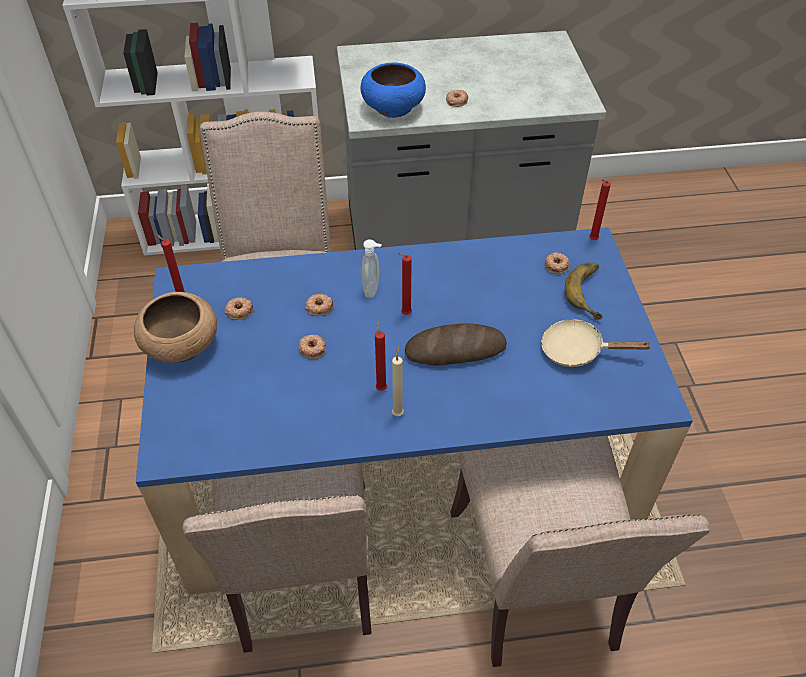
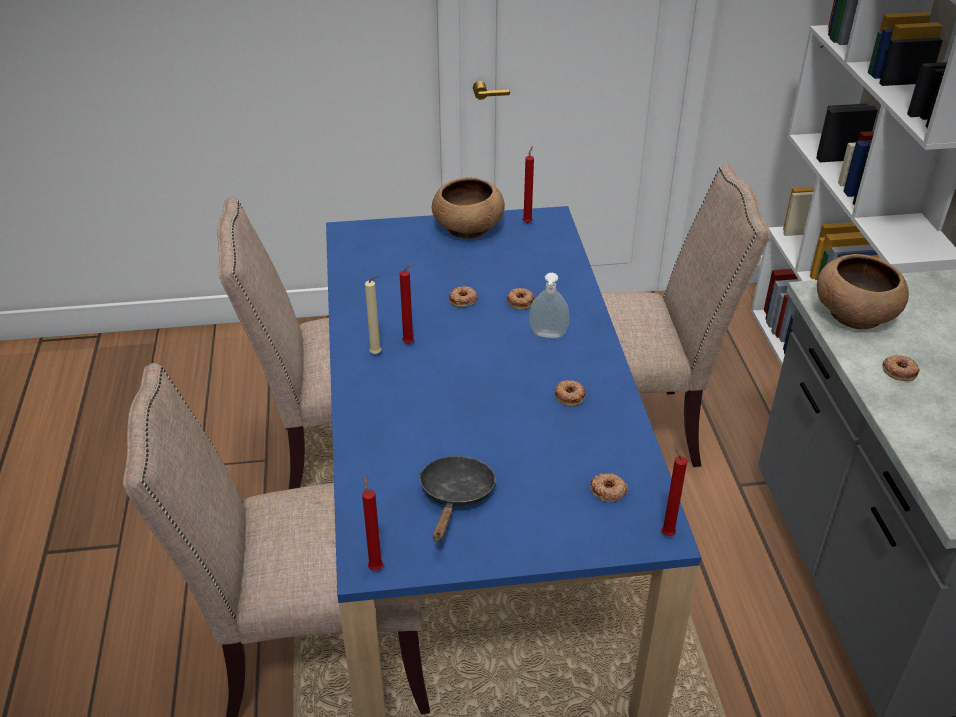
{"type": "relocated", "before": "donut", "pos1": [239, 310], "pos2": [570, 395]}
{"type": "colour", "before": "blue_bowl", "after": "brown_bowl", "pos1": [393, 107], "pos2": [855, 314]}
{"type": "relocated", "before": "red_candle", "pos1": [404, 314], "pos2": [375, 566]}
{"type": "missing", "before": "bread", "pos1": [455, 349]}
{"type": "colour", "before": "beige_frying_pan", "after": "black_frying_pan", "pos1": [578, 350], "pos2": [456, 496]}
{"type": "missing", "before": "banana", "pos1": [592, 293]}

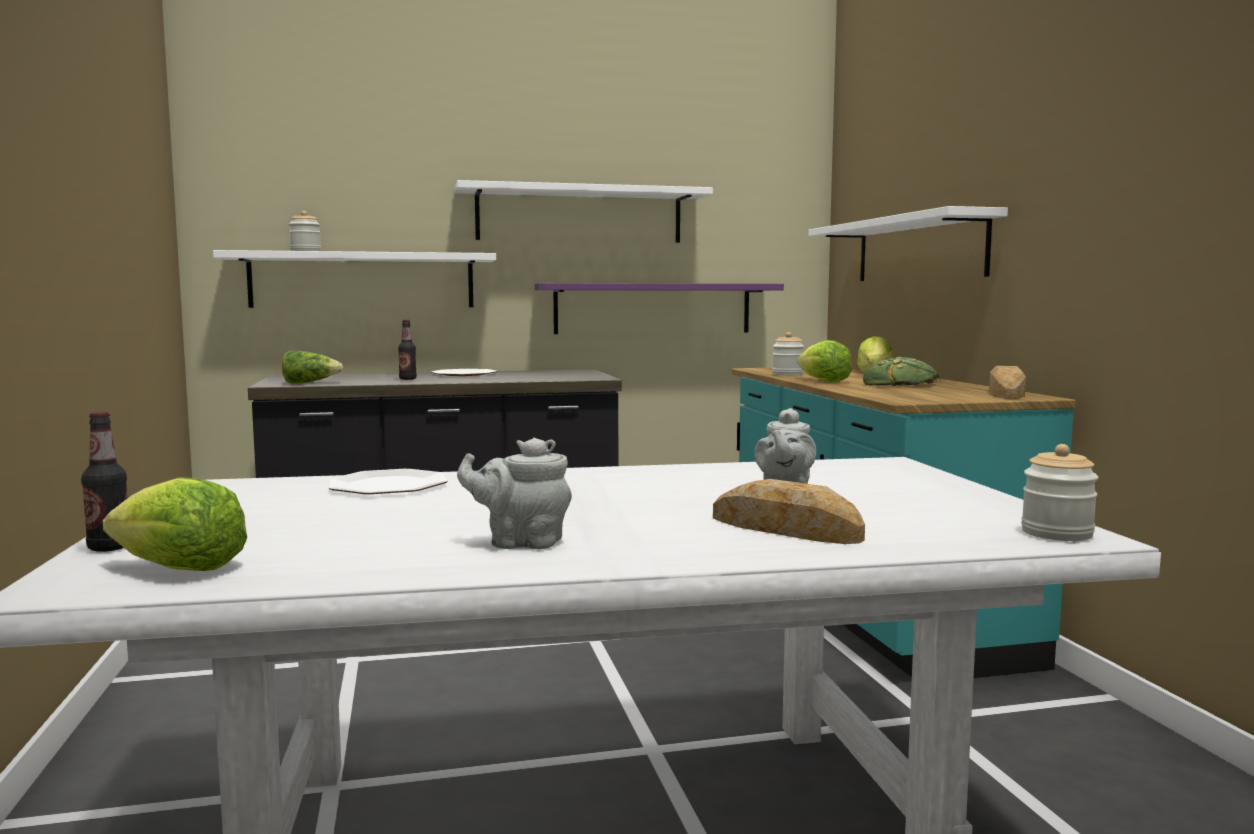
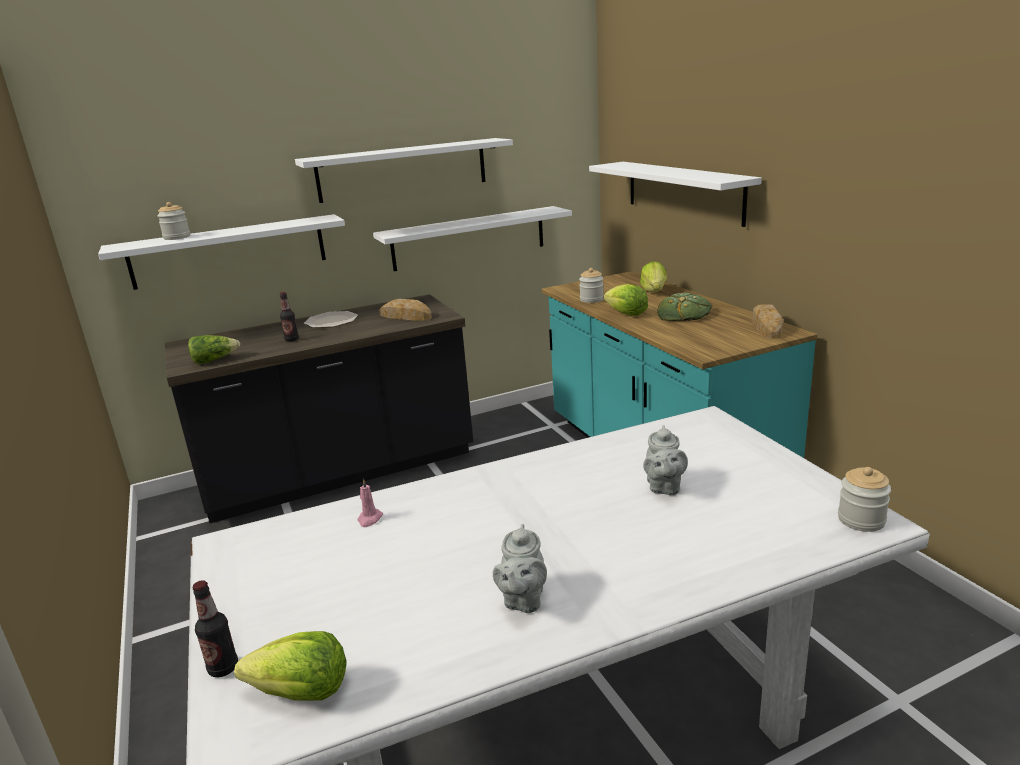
{"type": "exchanged", "before": "plate", "after": "pink_candle", "pos1": [387, 485], "pos2": [369, 519]}
{"type": "spun", "before": "grey_teapot", "pos1": [521, 542], "pos2": [522, 600], "turn": -75}
{"type": "colour", "before": "purple_shelf", "after": "white_shelf", "pos1": [653, 308], "pos2": [469, 238]}
{"type": "relocated", "before": "bread", "pos1": [786, 528], "pos2": [405, 316]}

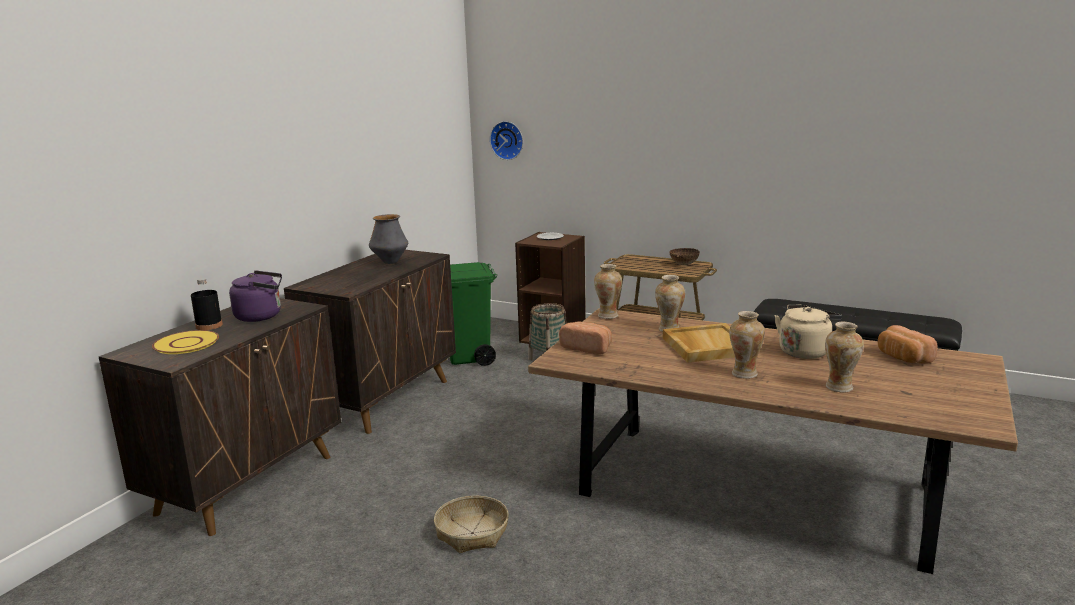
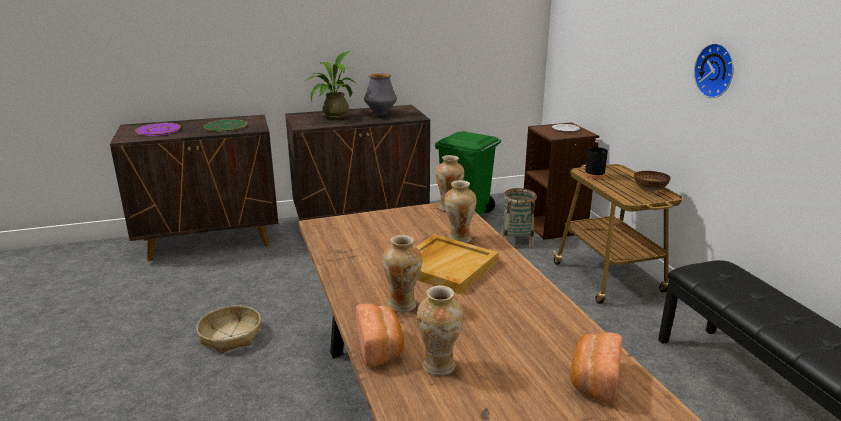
{"type": "colour", "before": "yellow_plate", "after": "purple_plate", "pos1": [187, 343], "pos2": [159, 130]}
{"type": "relocated", "before": "black_bottle", "pos1": [209, 326], "pos2": [594, 175]}
{"type": "exchanged", "before": "purple_kettle", "after": "green_plate", "pos1": [261, 316], "pos2": [226, 126]}
{"type": "relocated", "before": "wall_clock", "pos1": [507, 140], "pos2": [716, 70]}
{"type": "relocated", "before": "bread", "pos1": [587, 348], "pos2": [380, 347]}
{"type": "missing", "before": "beige_kettle", "pos1": [805, 351]}
{"type": "appeared", "after": "potted_plant", "pos2": [332, 116]}

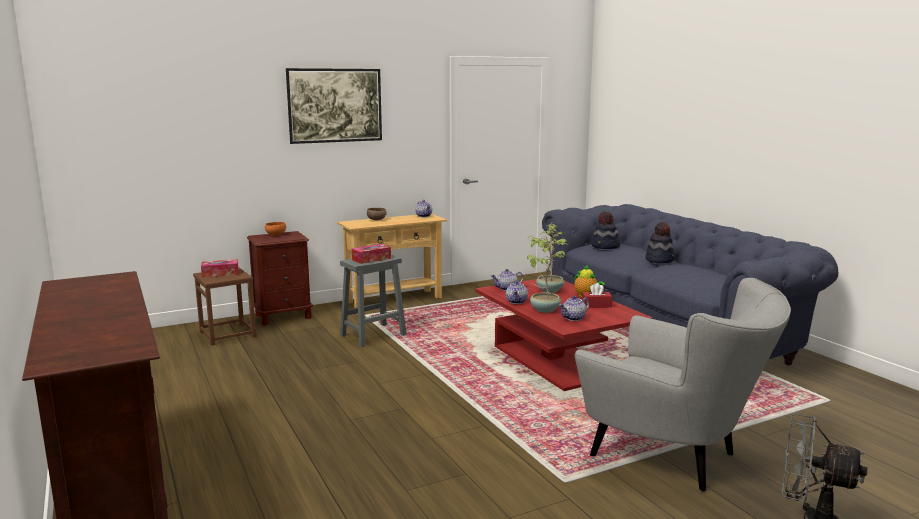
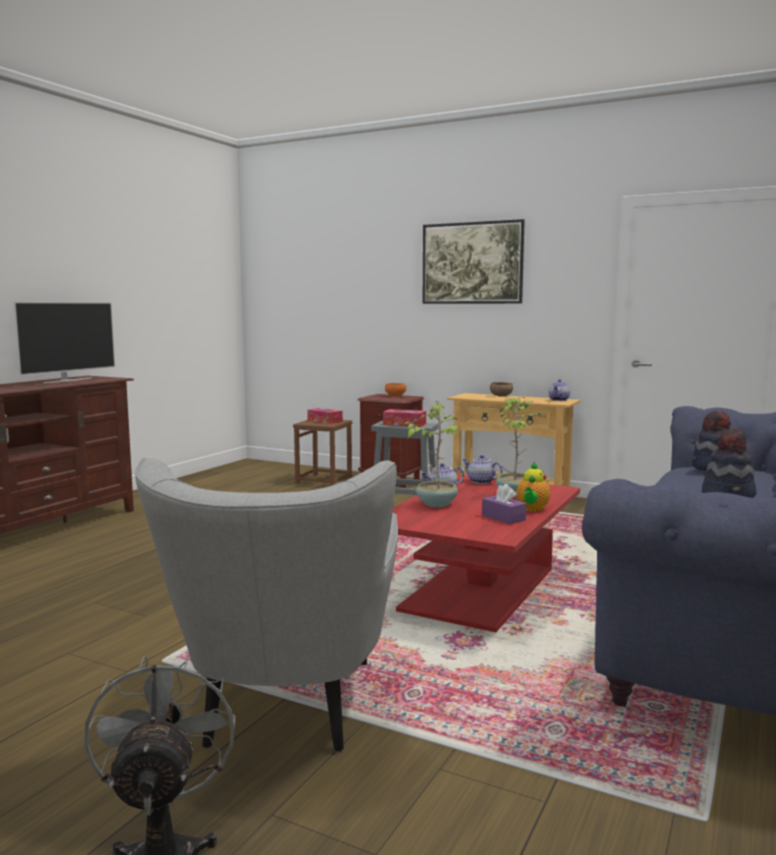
{"type": "missing", "before": "teapot", "pos1": [573, 318]}
{"type": "colour", "before": "red_tissue_box", "after": "purple_tissue_box", "pos1": [596, 305], "pos2": [503, 518]}
{"type": "appeared", "after": "television", "pos2": [67, 380]}

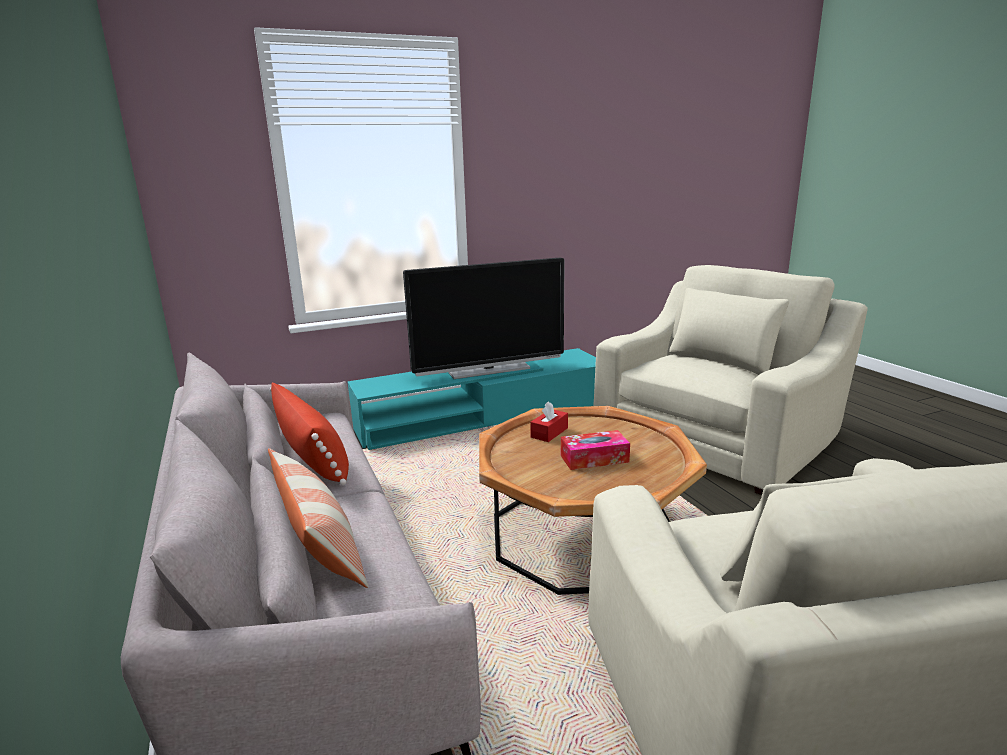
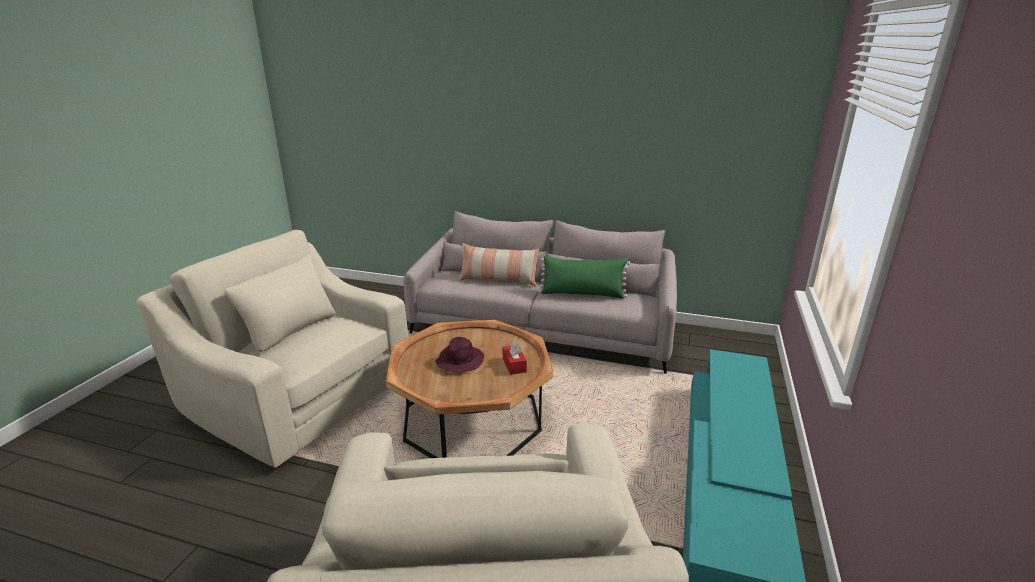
{"type": "colour", "before": "red_pillow", "after": "green_pillow", "pos1": [313, 458], "pos2": [582, 294]}
{"type": "missing", "before": "television", "pos1": [488, 370]}
{"type": "exchanged", "before": "tissue_box", "after": "purple_hat", "pos1": [594, 458], "pos2": [460, 361]}

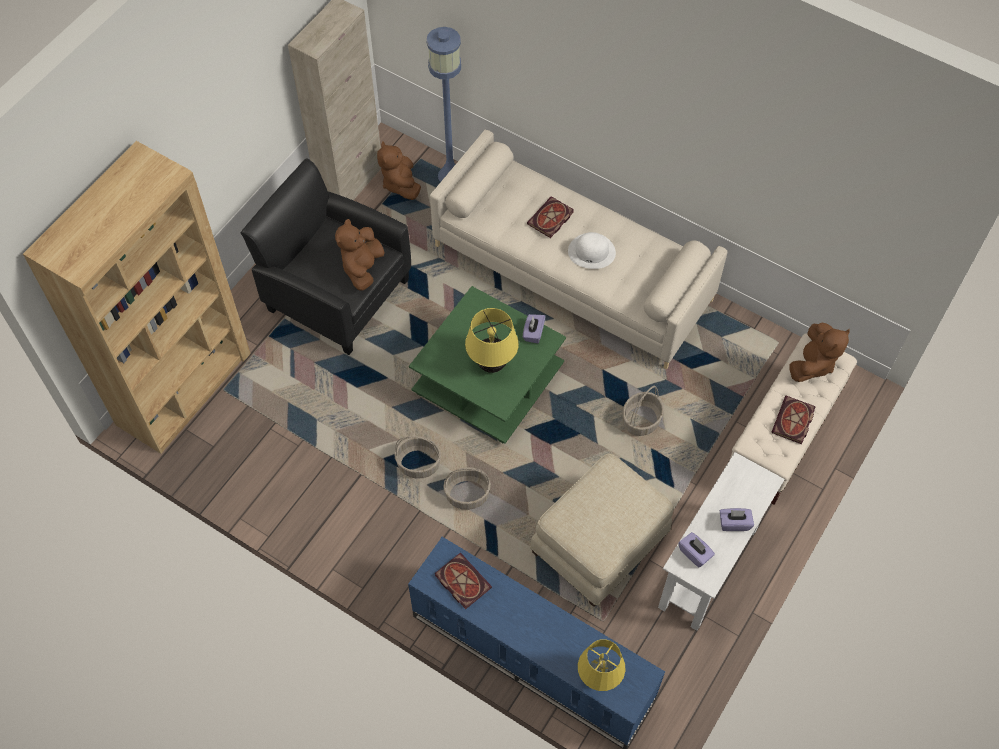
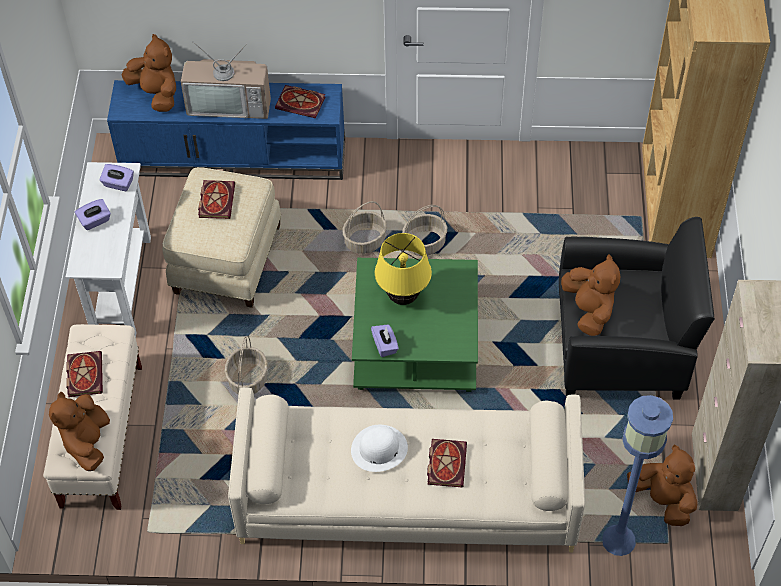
{"type": "exchanged", "before": "yellow_table_lamp", "after": "brown_plush_toy", "pos1": [598, 677], "pos2": [156, 94]}
{"type": "appeared", "after": "television", "pos2": [230, 102]}
{"type": "appeared", "after": "book", "pos2": [216, 200]}

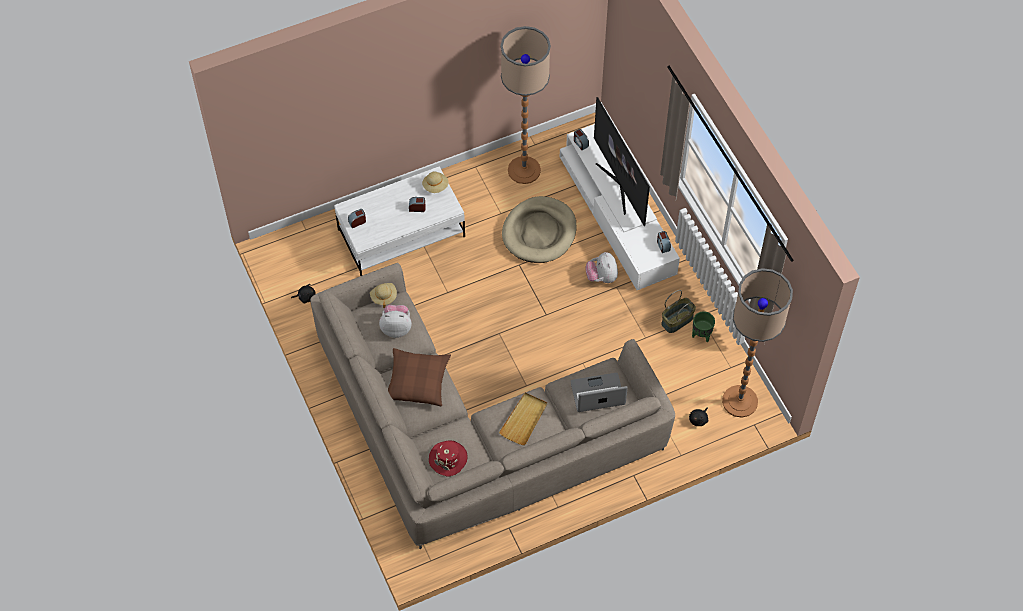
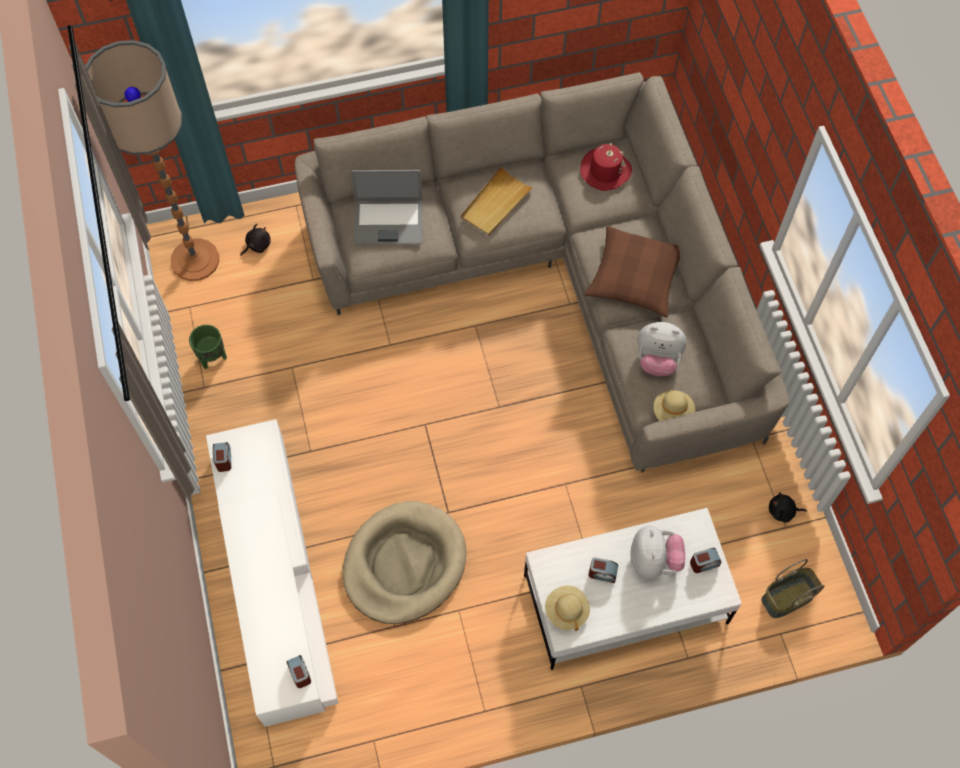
{"type": "missing", "before": "floor_lamp", "pos1": [524, 170]}
{"type": "relocated", "before": "plush_toy", "pos1": [601, 277], "pos2": [654, 560]}
{"type": "missing", "before": "television", "pos1": [620, 185]}
{"type": "relocated", "before": "basket", "pos1": [677, 320], "pos2": [787, 598]}

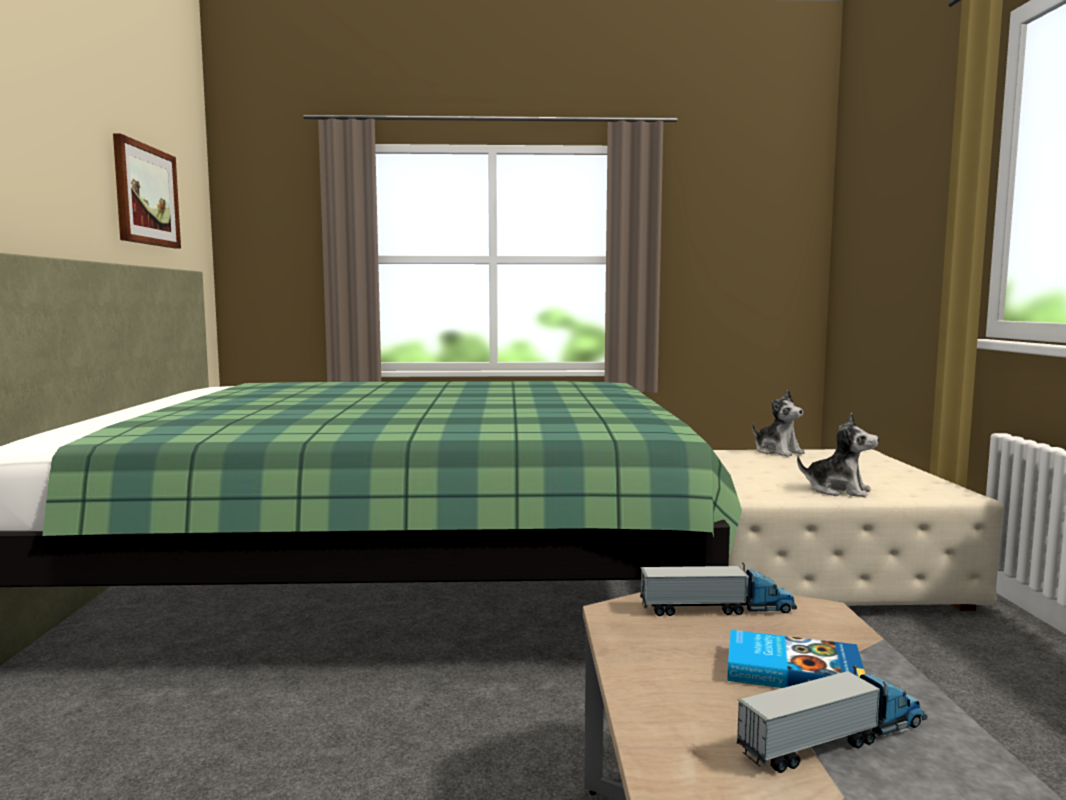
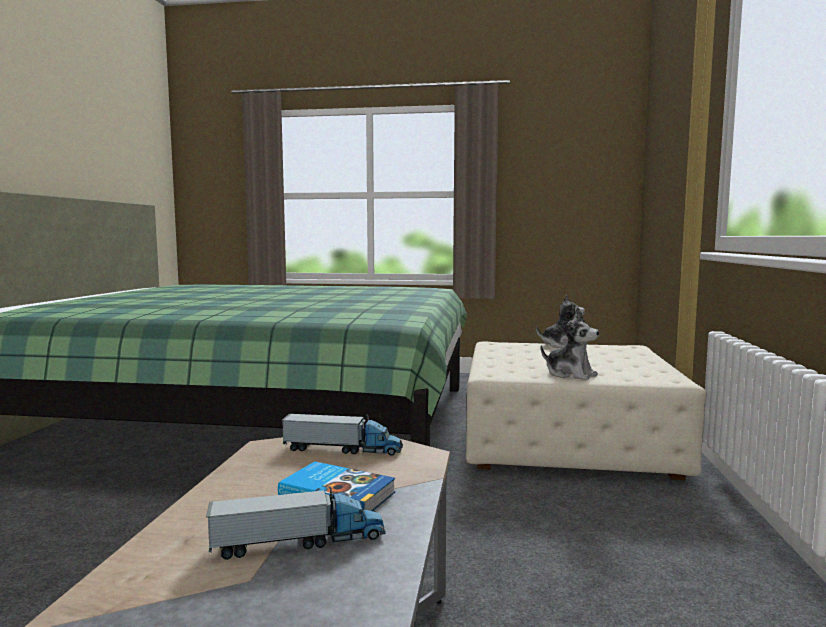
{"type": "missing", "before": "picture", "pos1": [146, 195]}
{"type": "spun", "before": "plush_toy", "pos1": [777, 452], "pos2": [560, 345], "turn": -75}

